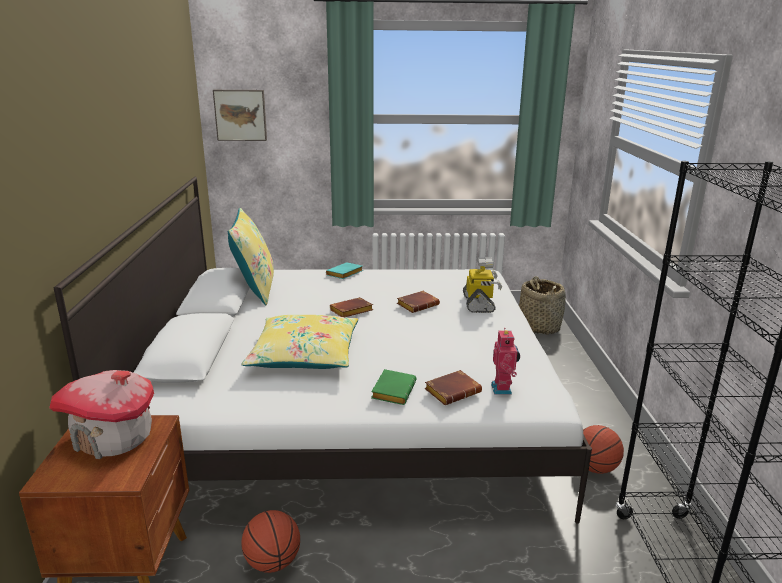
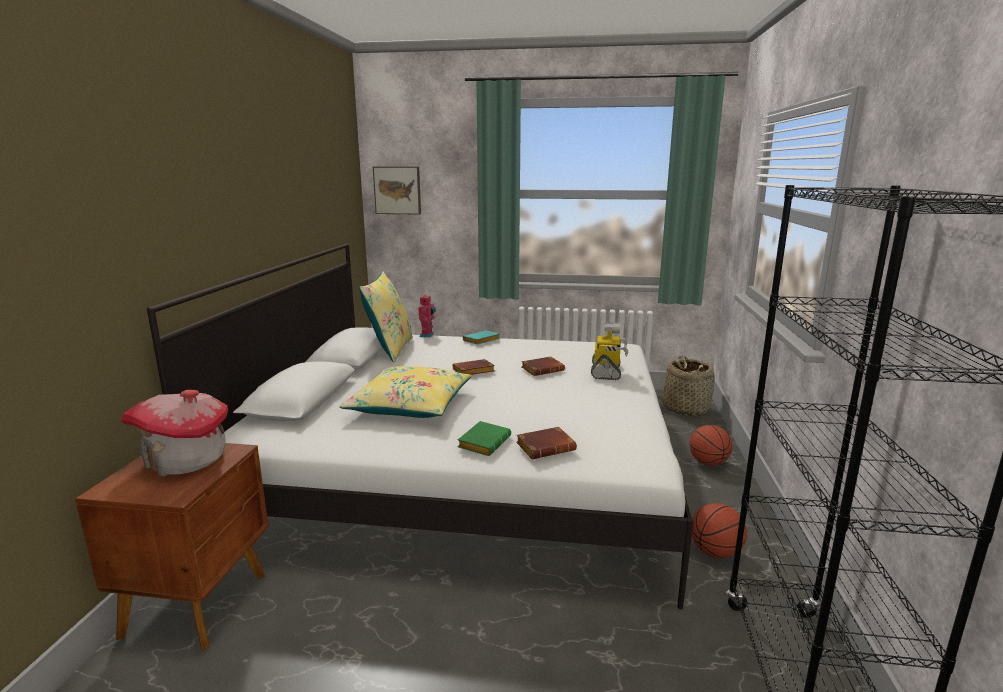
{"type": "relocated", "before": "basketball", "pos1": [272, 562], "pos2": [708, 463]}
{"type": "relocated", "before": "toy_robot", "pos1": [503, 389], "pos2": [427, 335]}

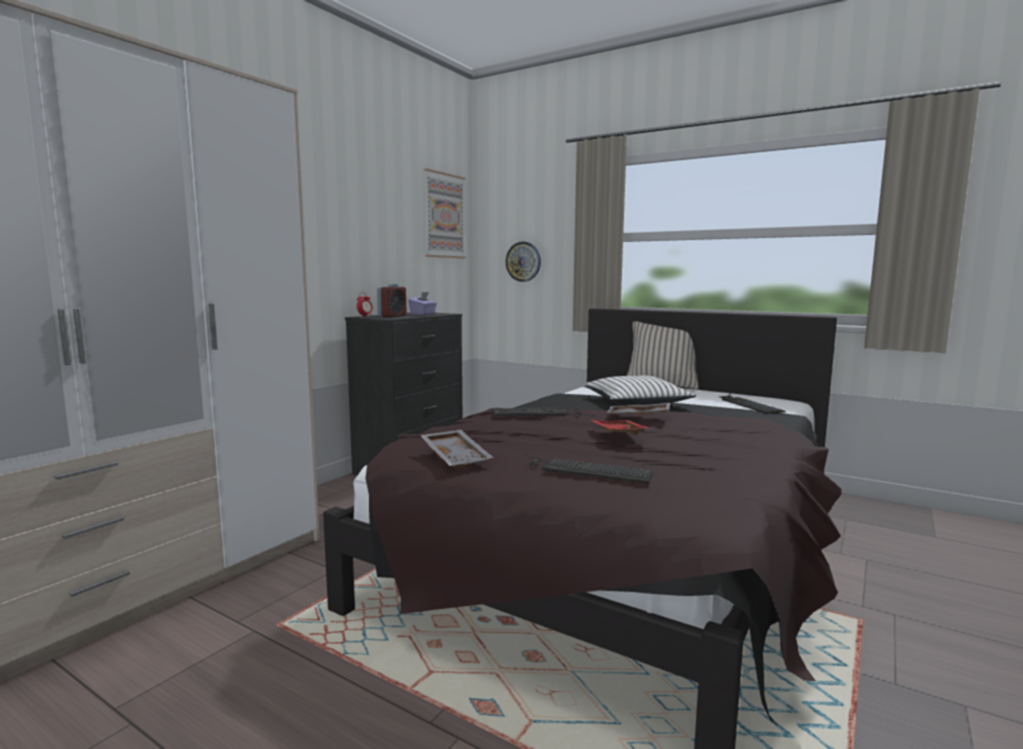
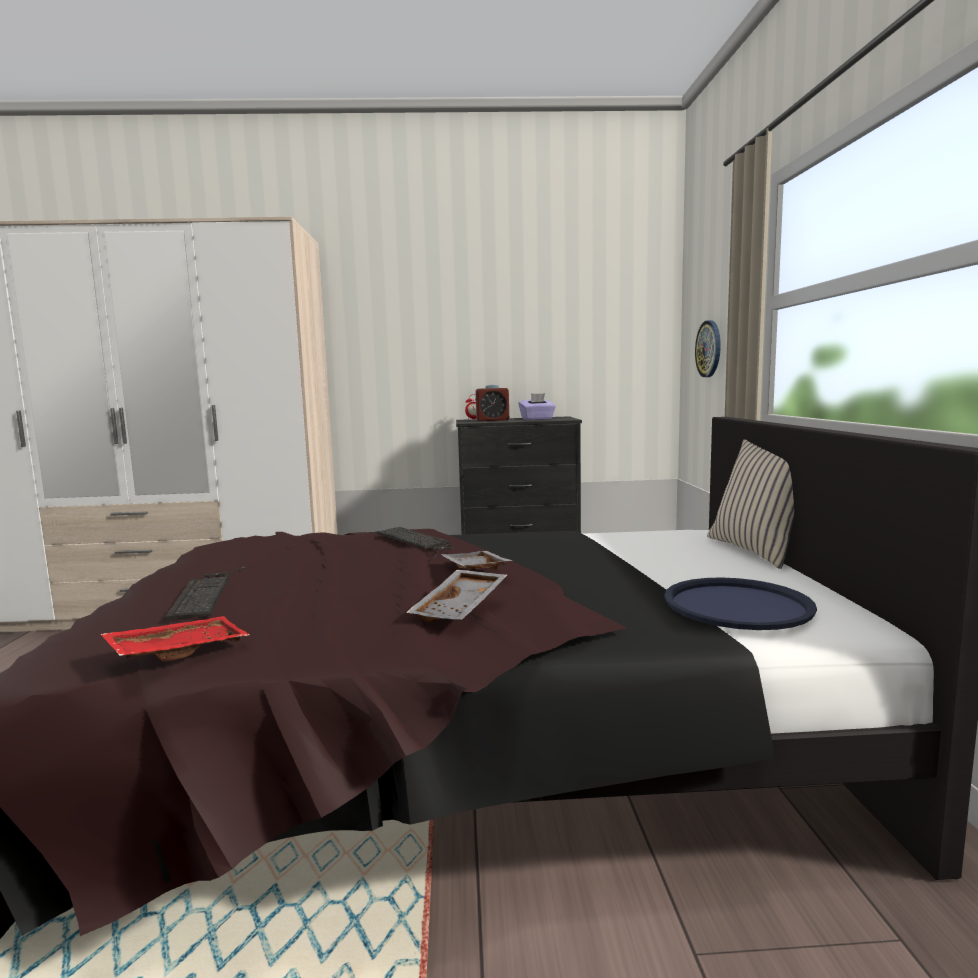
{"type": "relocated", "before": "grey_tray", "pos1": [457, 457], "pos2": [461, 608]}
{"type": "missing", "before": "picture", "pos1": [444, 216]}
{"type": "missing", "before": "white_pillow", "pos1": [636, 402]}
{"type": "relocated", "before": "red_tray", "pos1": [617, 434], "pos2": [178, 651]}
{"type": "exchanged", "before": "keyboard", "after": "blue_tray", "pos1": [747, 404], "pos2": [737, 605]}

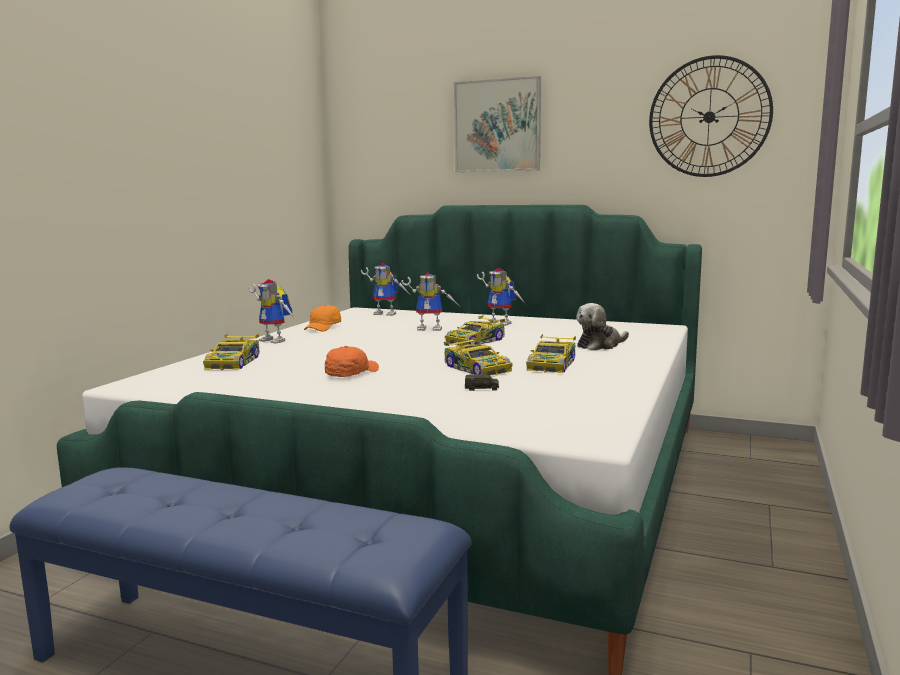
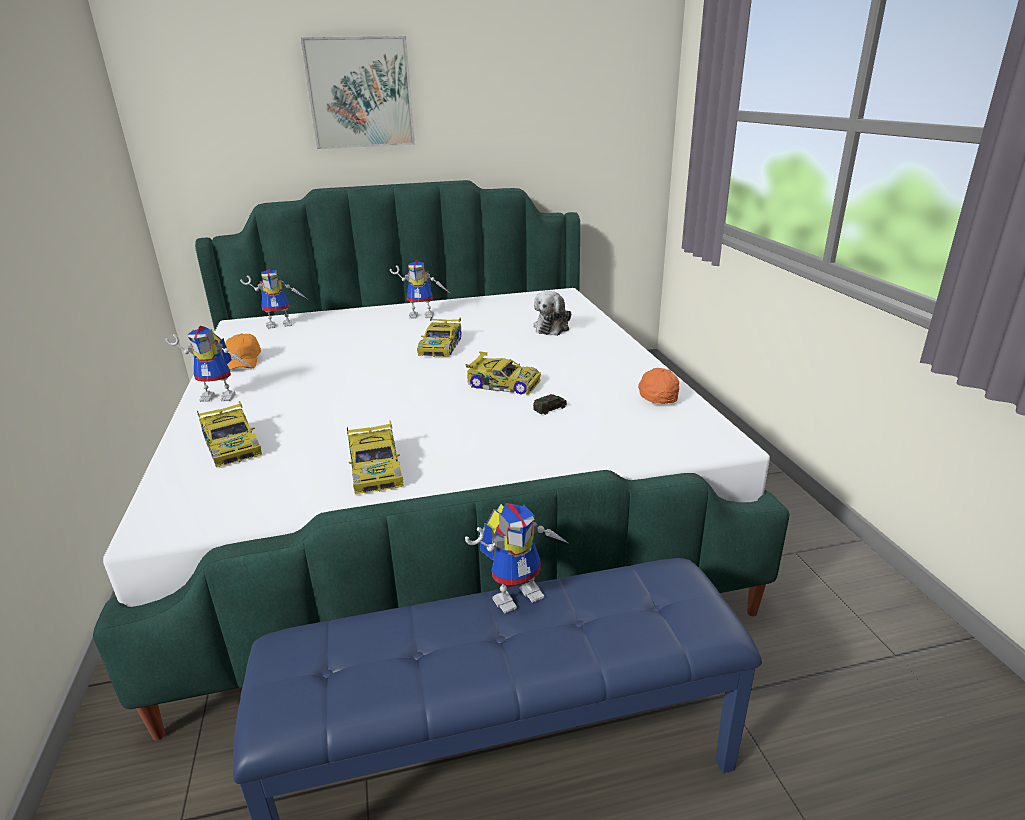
{"type": "relocated", "before": "orange_cap", "pos1": [351, 374], "pos2": [656, 395]}
{"type": "relocated", "before": "toy_robot", "pos1": [432, 328], "pos2": [518, 592]}
{"type": "relocated", "before": "toy_car", "pos1": [552, 364], "pos2": [376, 468]}
{"type": "missing", "before": "wall_clock", "pos1": [709, 117]}

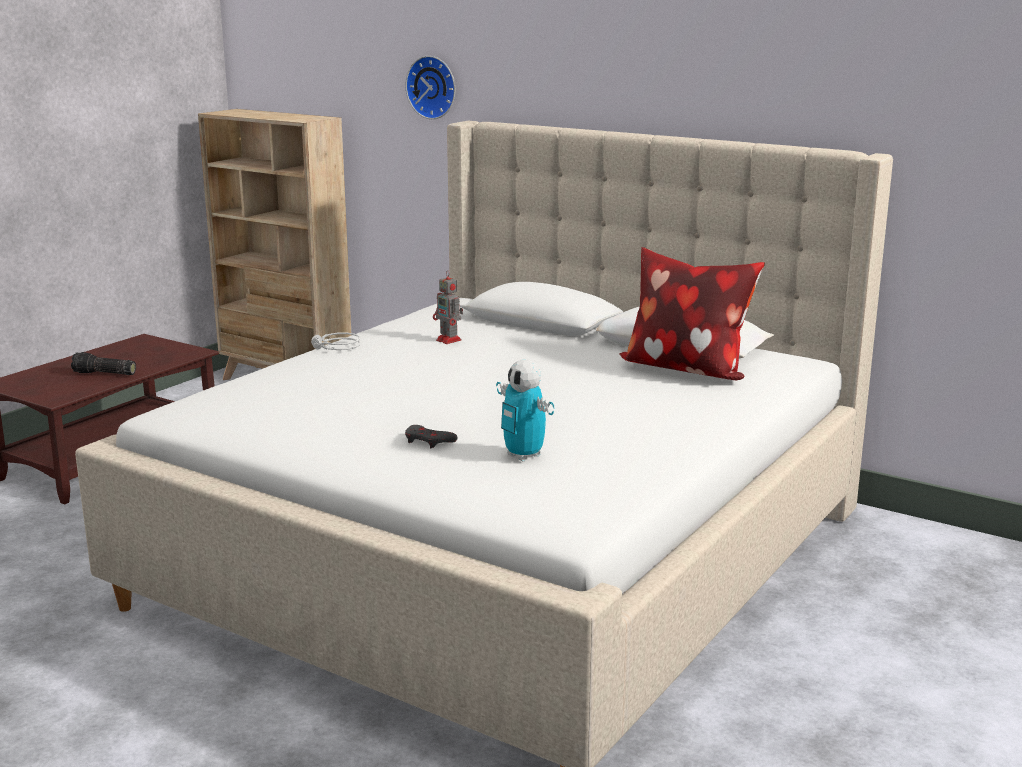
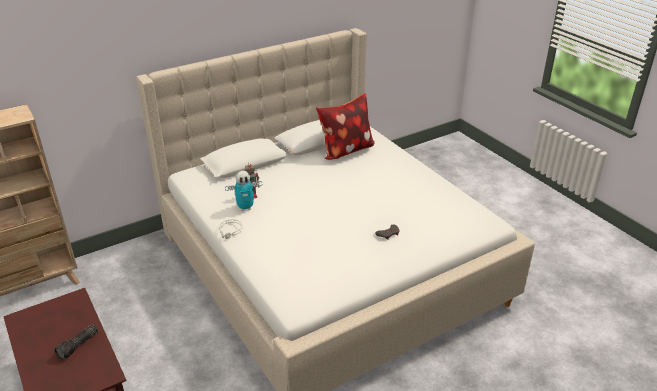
{"type": "missing", "before": "wall_clock", "pos1": [433, 87]}
{"type": "relocated", "before": "toy_robot", "pos1": [524, 456], "pos2": [245, 208]}

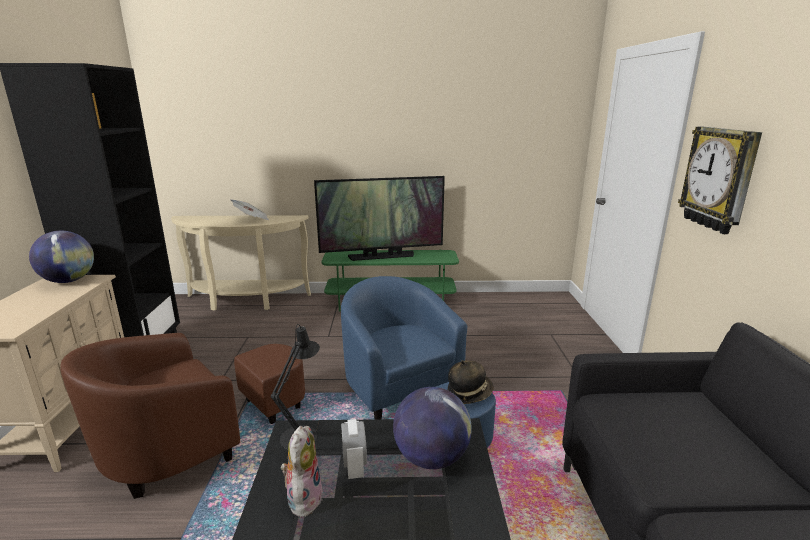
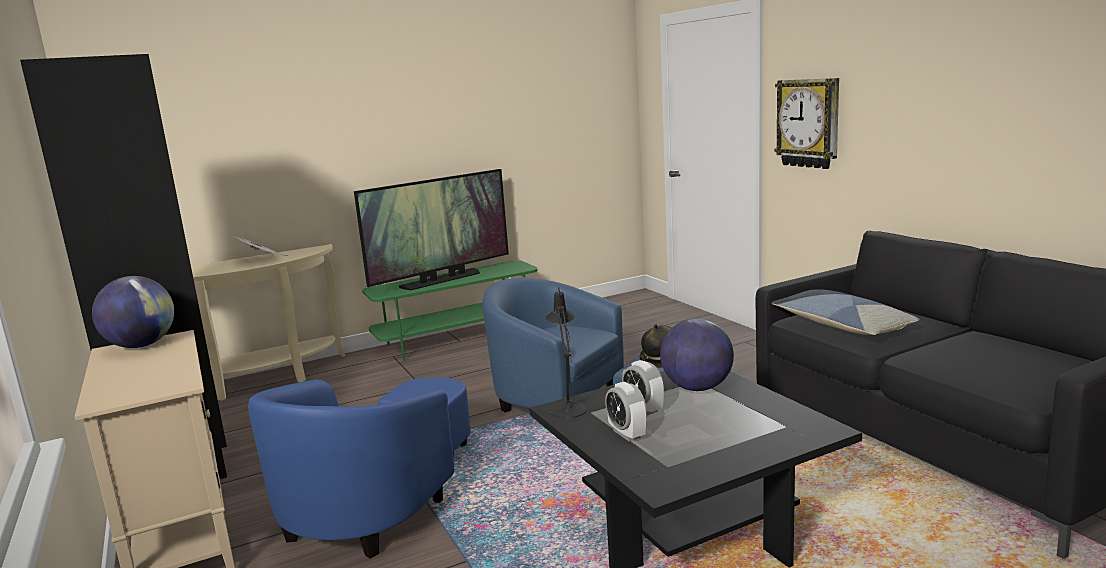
{"type": "colour", "before": "brown_armchair", "after": "blue_armchair", "pos1": [197, 440], "pos2": [379, 501]}
{"type": "exchanged", "before": "plush_toy", "after": "alarm_clock", "pos1": [303, 498], "pos2": [627, 434]}
{"type": "appeared", "after": "pillow", "pos2": [841, 325]}

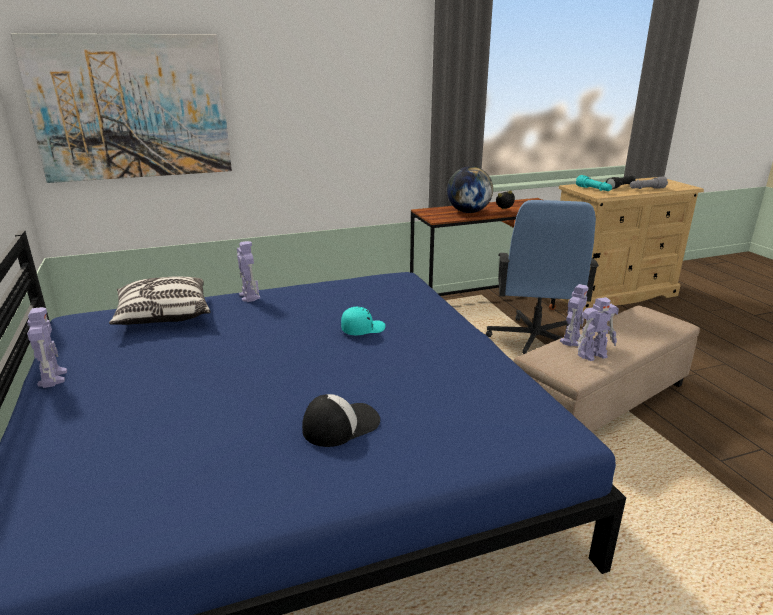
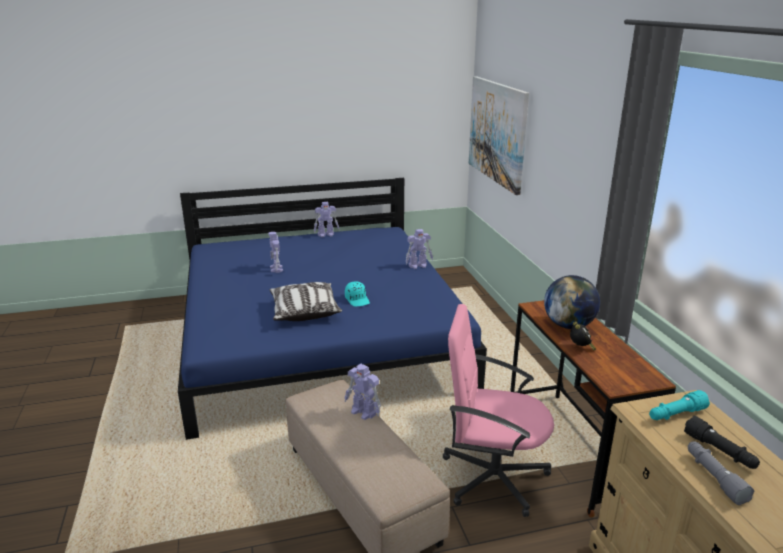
{"type": "relocated", "before": "pillow", "pos1": [163, 316], "pos2": [304, 311]}
{"type": "missing", "before": "cap", "pos1": [340, 425]}
{"type": "colour", "before": "blue_office_chair", "after": "pink_office_chair", "pos1": [534, 340], "pos2": [492, 476]}
{"type": "relocated", "before": "toy_robot", "pos1": [593, 354], "pos2": [276, 269]}

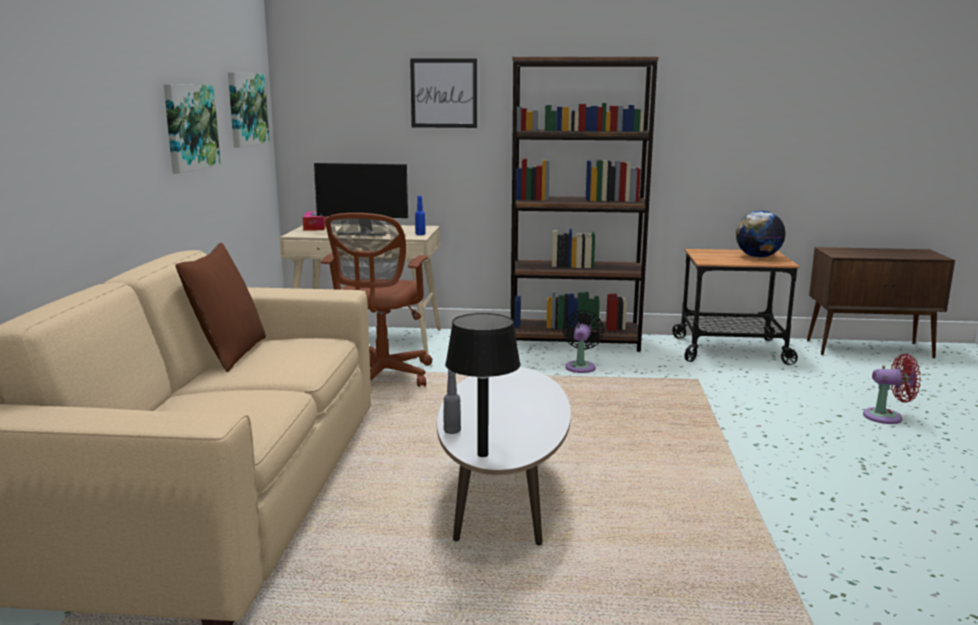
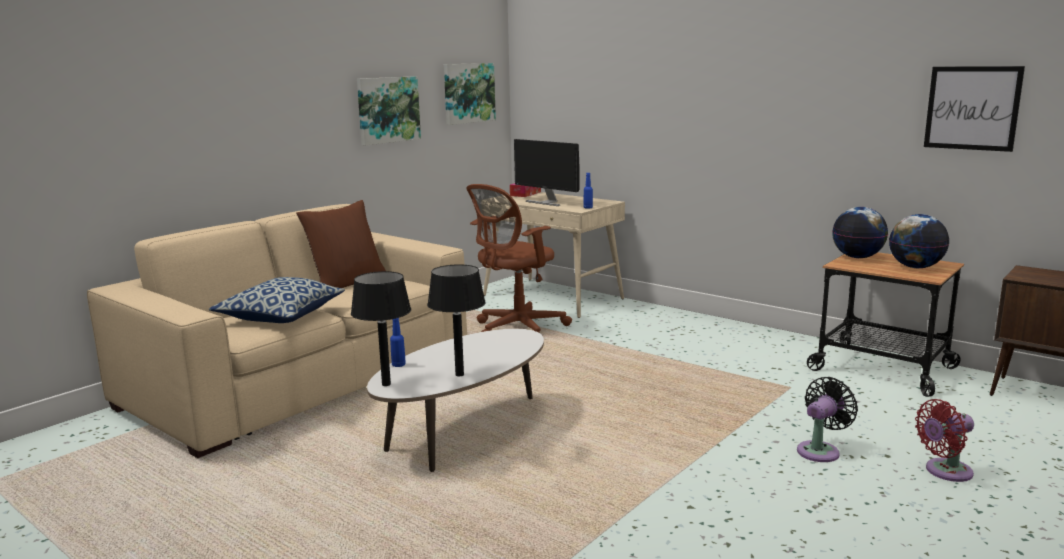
{"type": "relocated", "before": "picture", "pos1": [444, 93], "pos2": [972, 108]}
{"type": "colour", "before": "grey_bottle", "after": "blue_bottle", "pos1": [452, 431], "pos2": [398, 365]}
{"type": "missing", "before": "brown_bookcase", "pos1": [575, 341]}
{"type": "relocated", "before": "black_fan", "pos1": [581, 366], "pos2": [820, 450]}
{"type": "spun", "before": "red_fan", "pos1": [887, 417], "pos2": [944, 471], "turn": 120}
{"type": "appeared", "after": "pillow", "pos2": [281, 316]}
{"type": "appeared", "after": "black_table_lamp", "pos2": [460, 374]}
{"type": "appeared", "after": "globe", "pos2": [857, 257]}

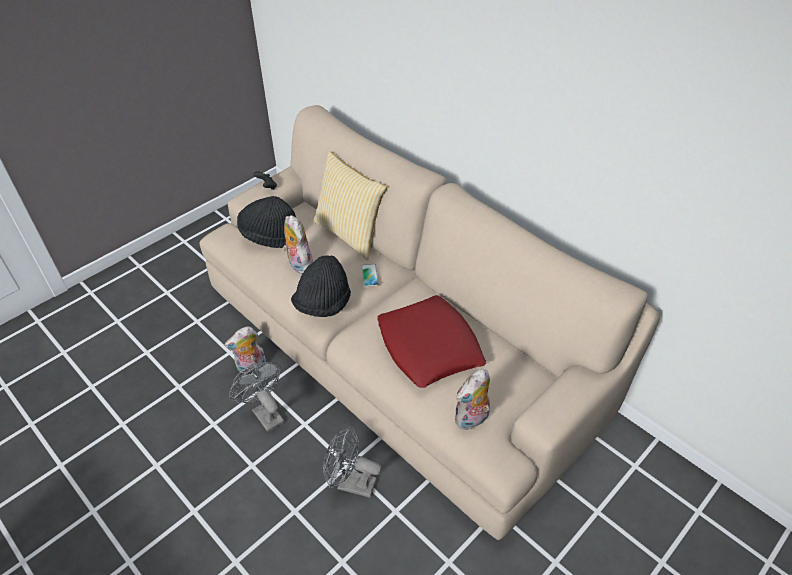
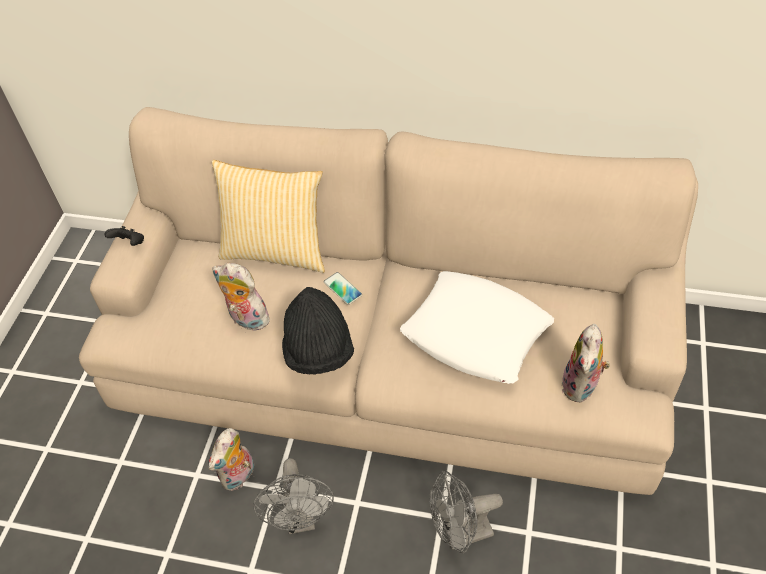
{"type": "spun", "before": "grey_fan", "pos1": [264, 413], "pos2": [301, 519], "turn": -120}
{"type": "missing", "before": "black_hat", "pos1": [270, 235]}
{"type": "colour", "before": "red_pillow", "after": "white_pillow", "pos1": [429, 347], "pos2": [476, 333]}

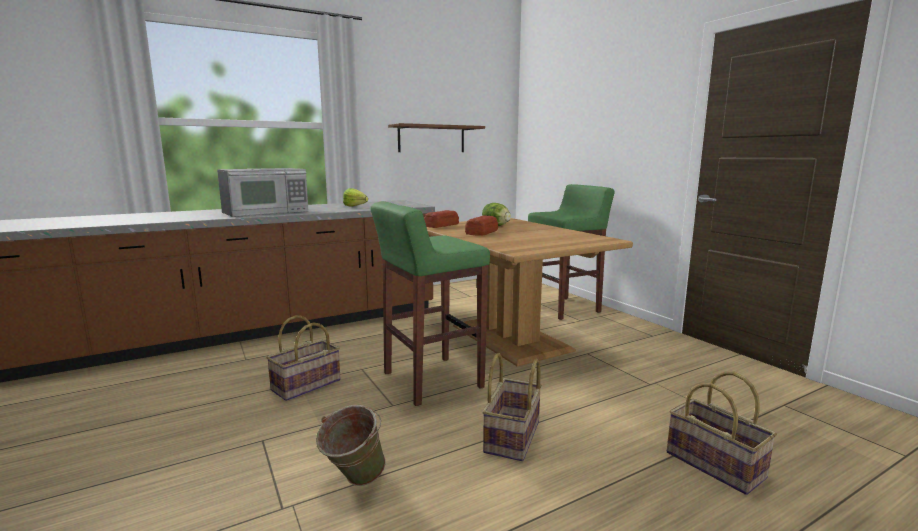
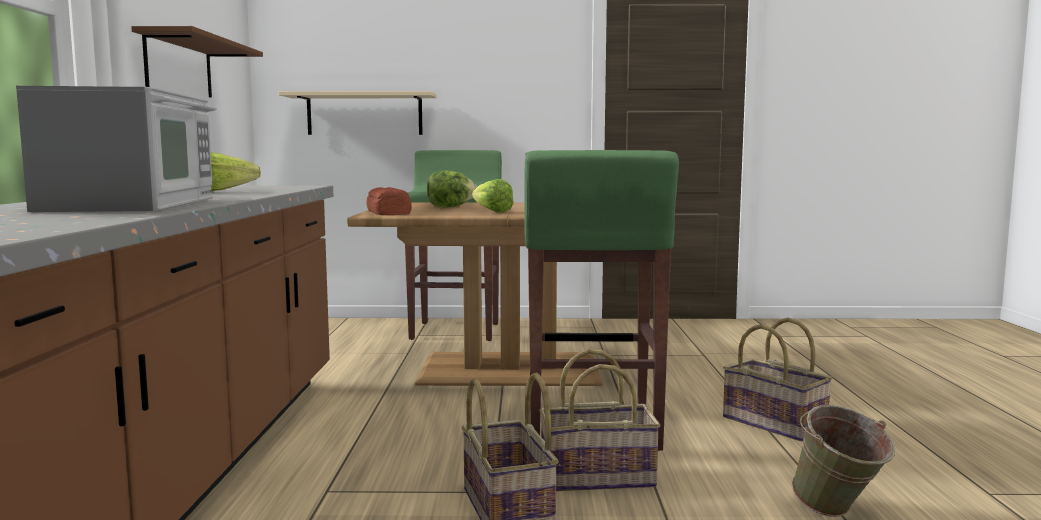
{"type": "exchanged", "before": "bread", "after": "lettuce", "pos1": [481, 232], "pos2": [490, 211]}
{"type": "relocated", "before": "basket", "pos1": [716, 464], "pos2": [597, 476]}
{"type": "appeared", "after": "beige_shelf", "pos2": [364, 114]}

